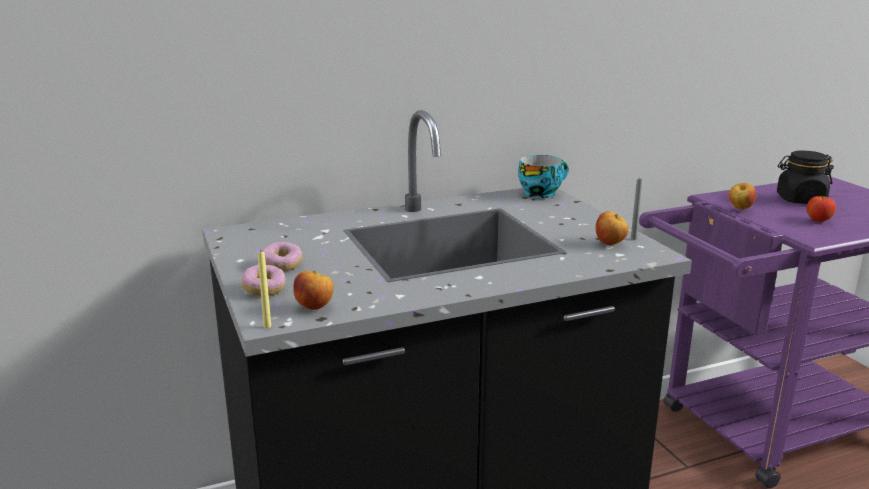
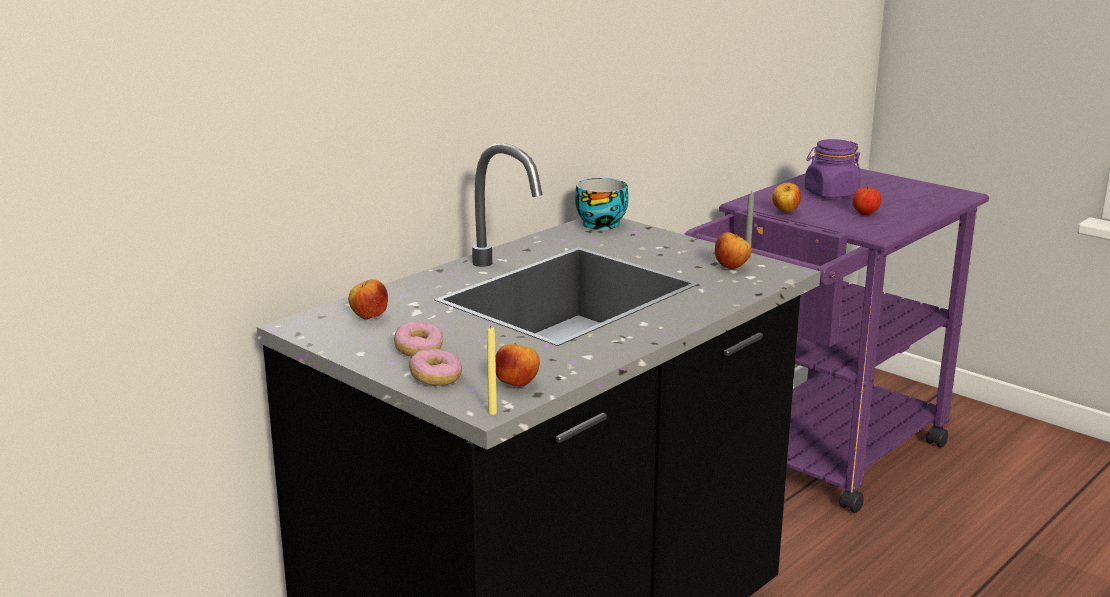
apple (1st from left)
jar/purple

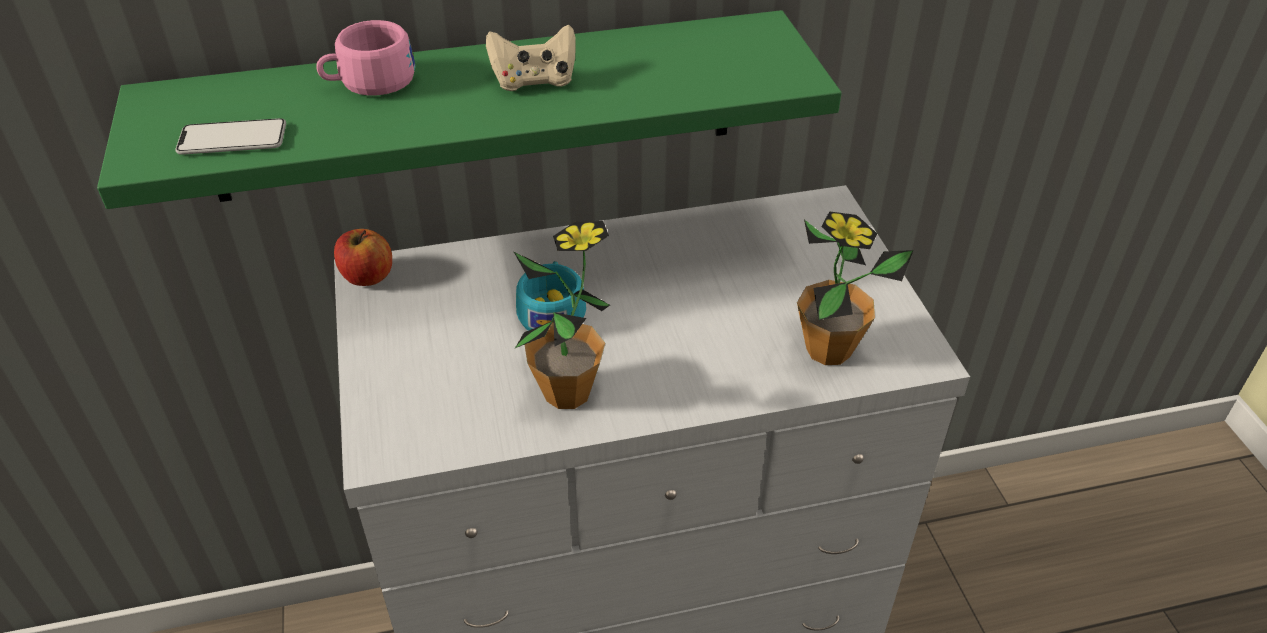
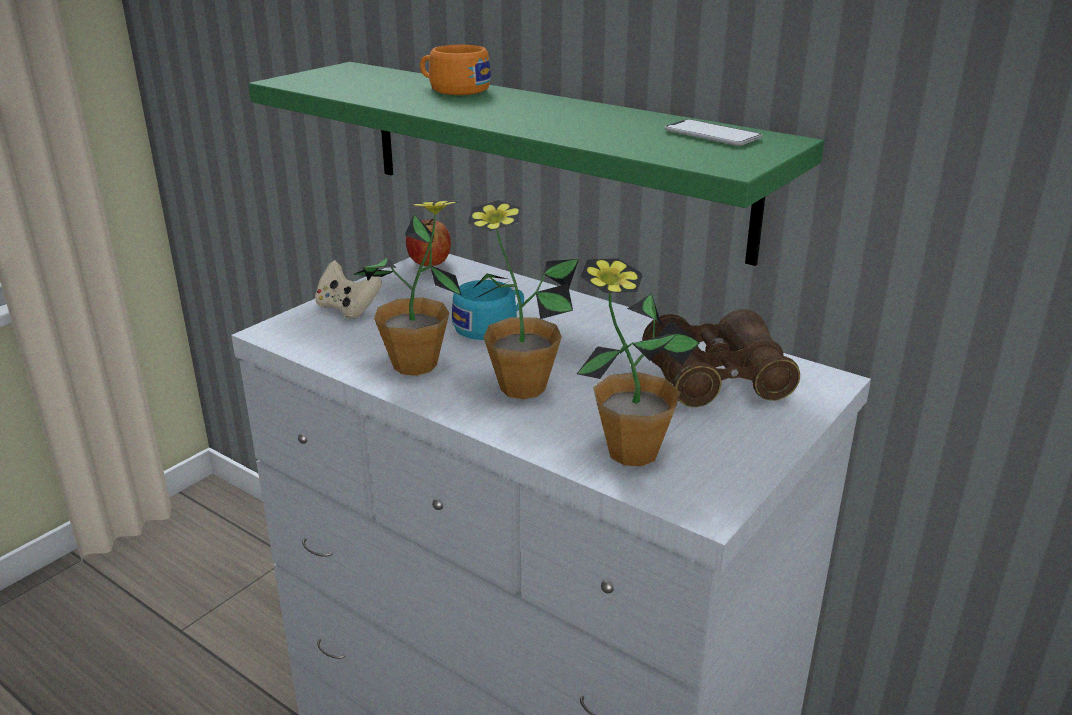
game controller/beige
cup/orange
potted plant (2nd from left)
binoculars/brown
phone

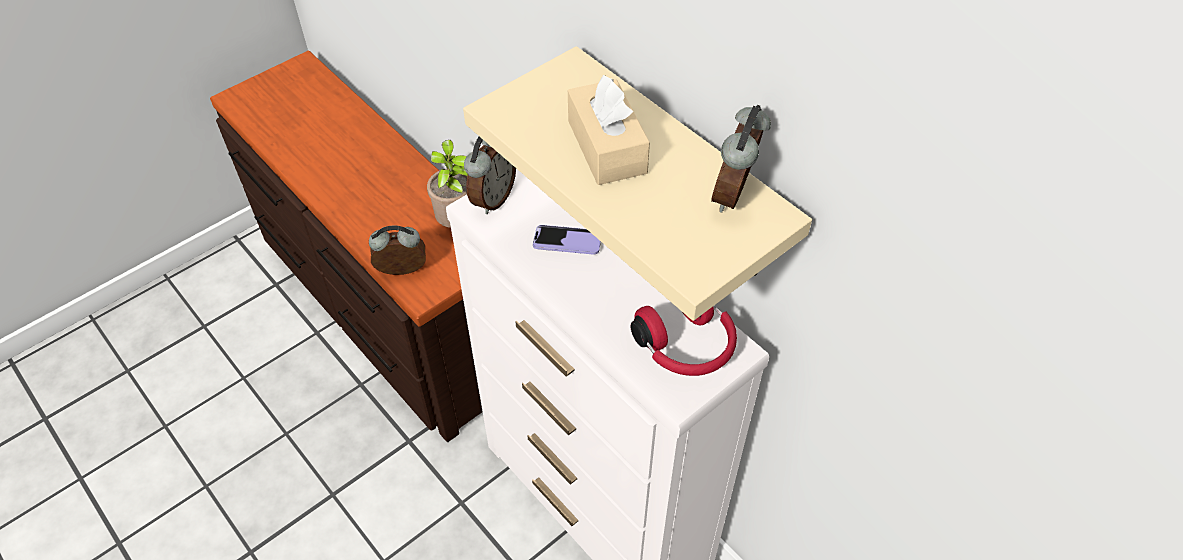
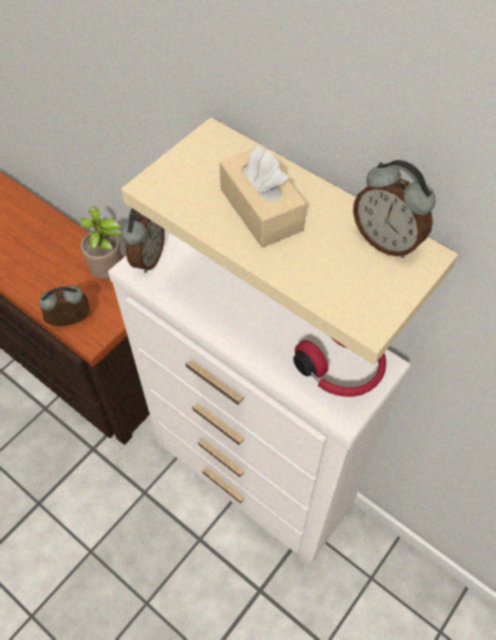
alarm clock (3rd from left)
phone

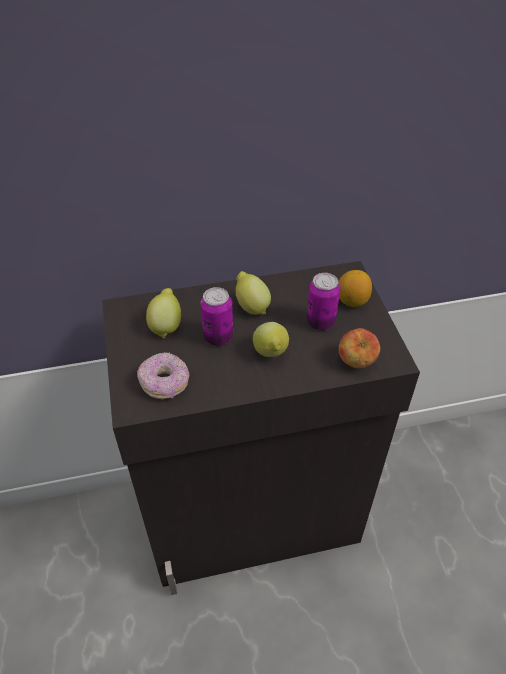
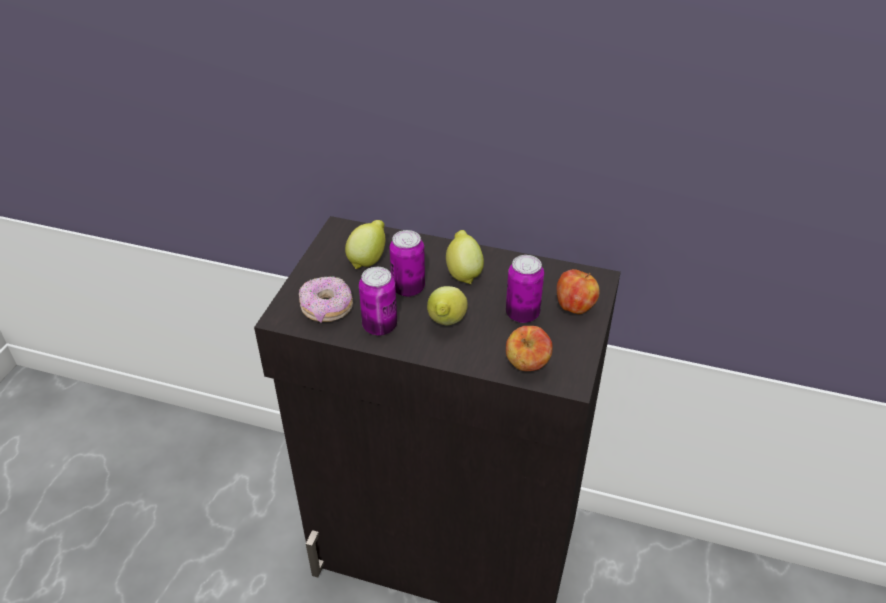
can (1st from left)
apple (2nd from left)

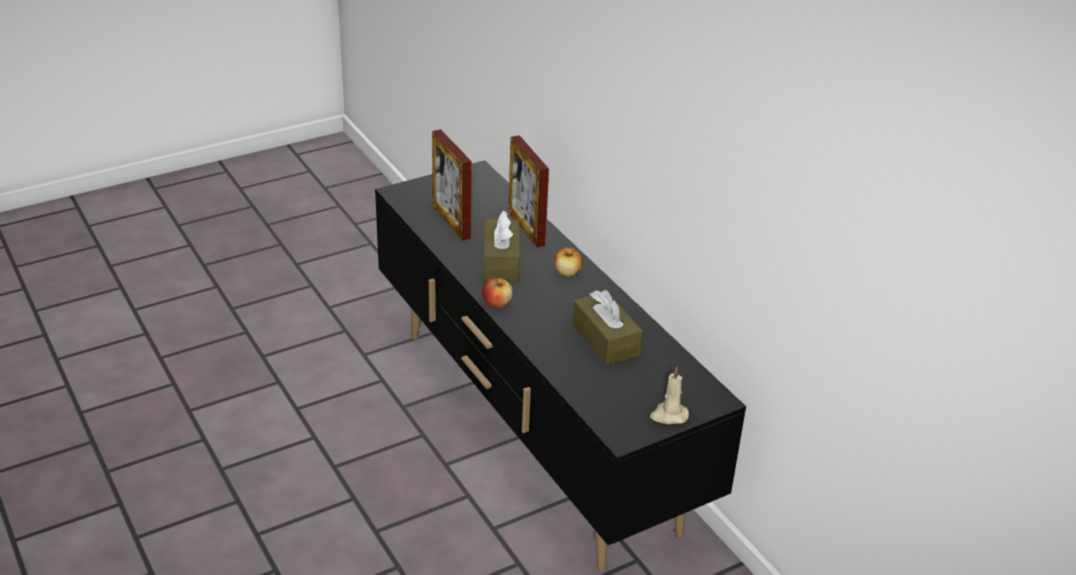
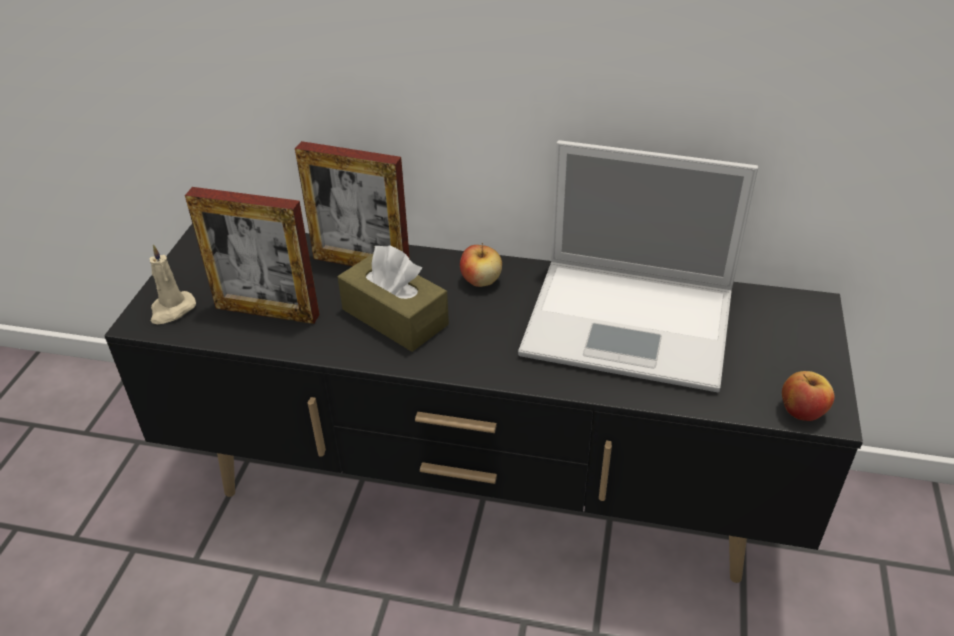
candle/beige
laptop
apple (2nd from left)

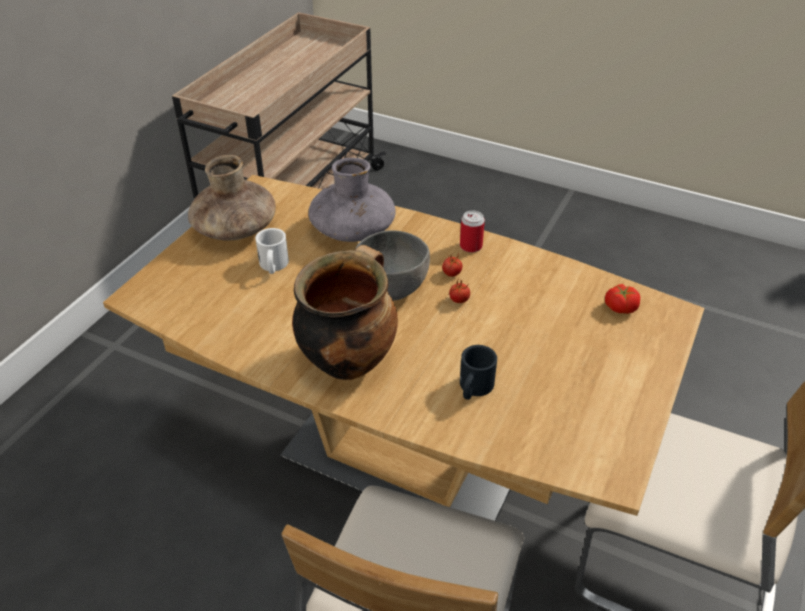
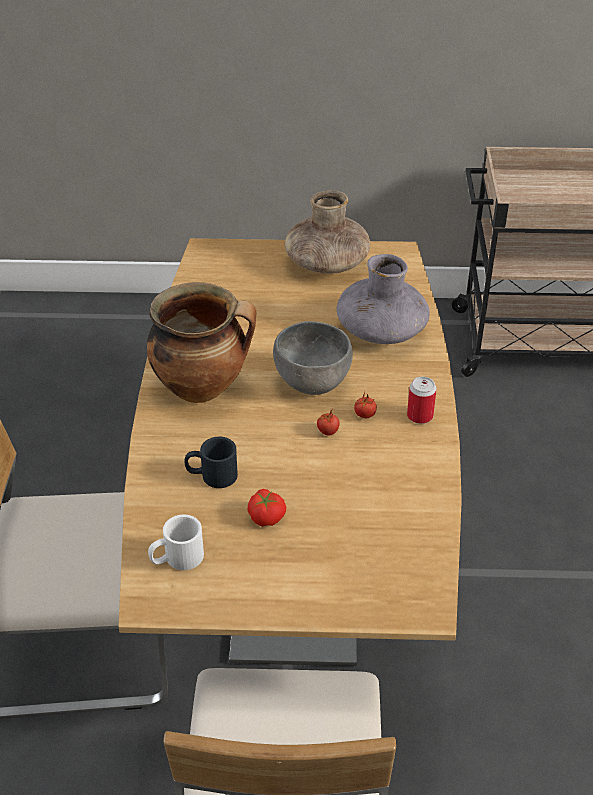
mug/white
tomato (1st from left)

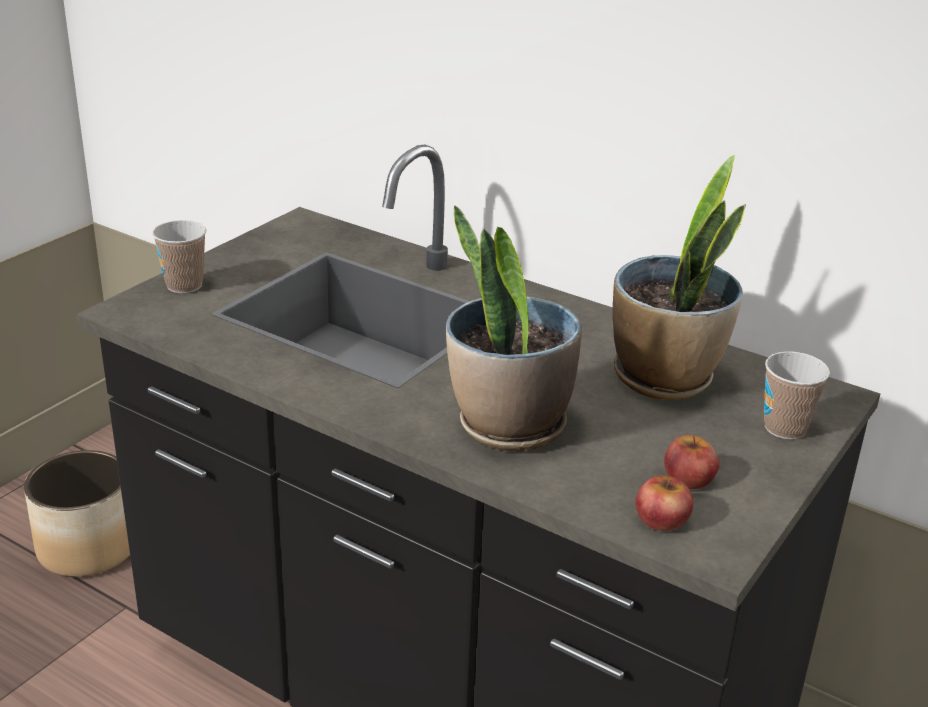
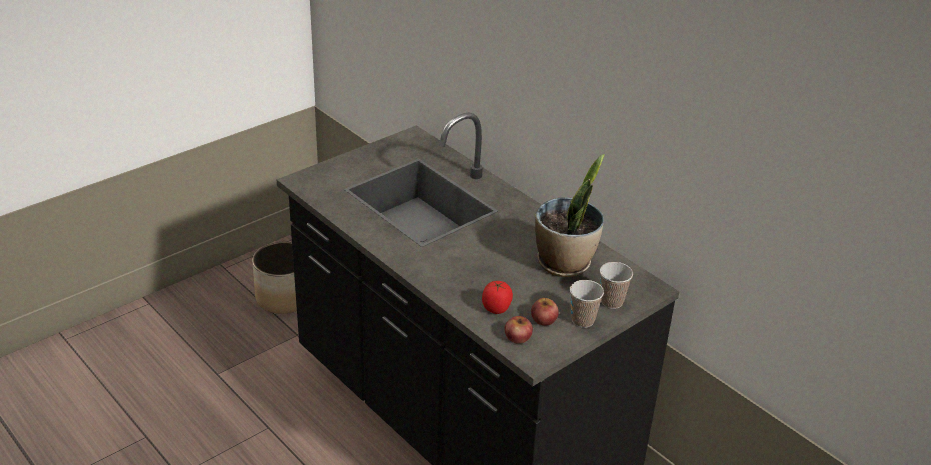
tomato
cup (1st from left)
potted plant (1st from left in the first image)

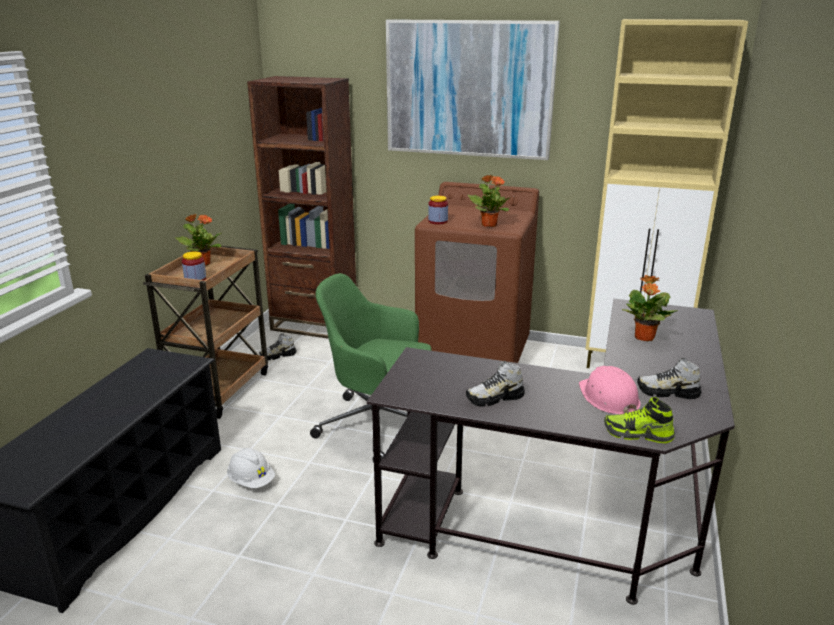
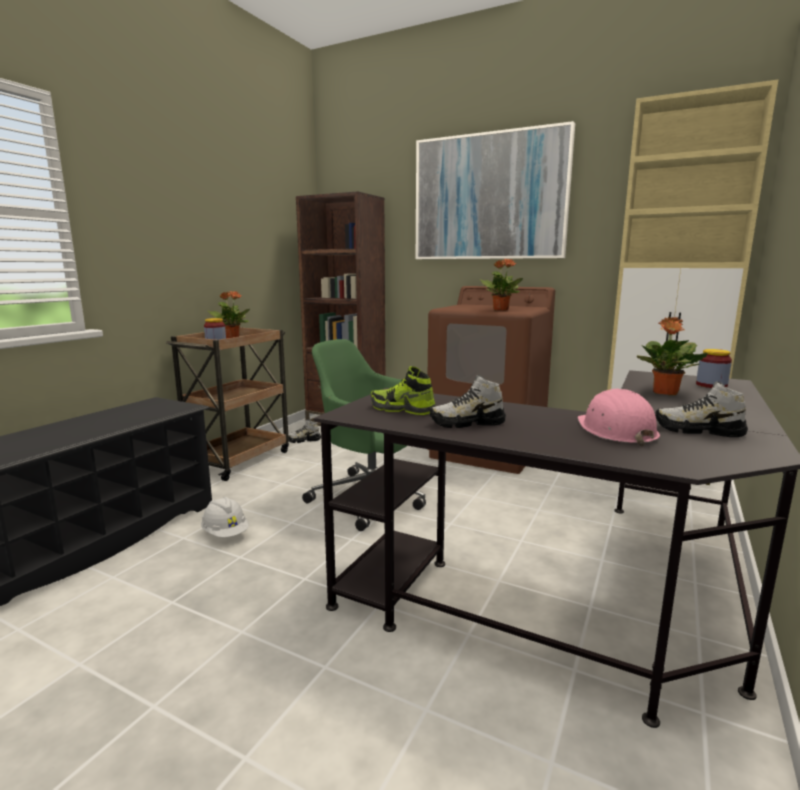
shoe (2nd from left)
jar (2nd from left)

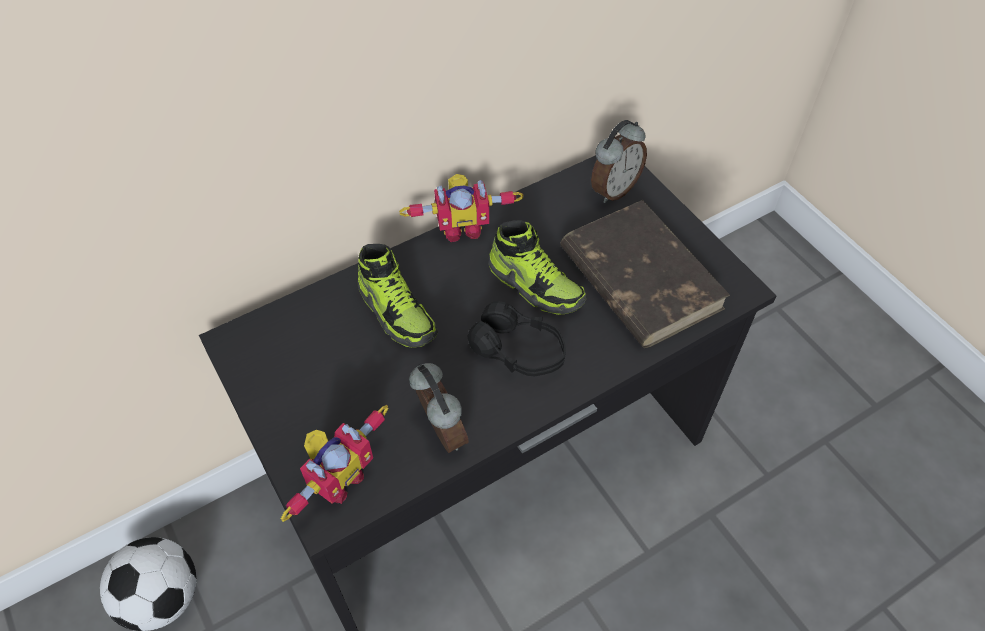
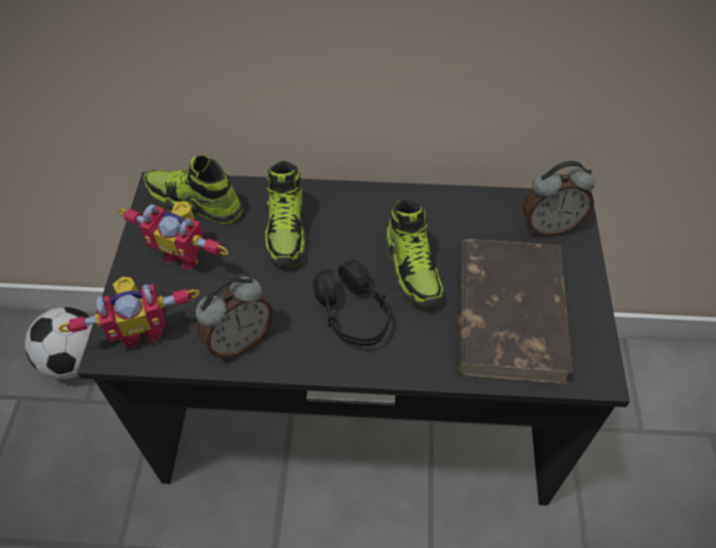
toy robot (2nd from left)
shoe (1st from left)
alarm clock (1st from left)

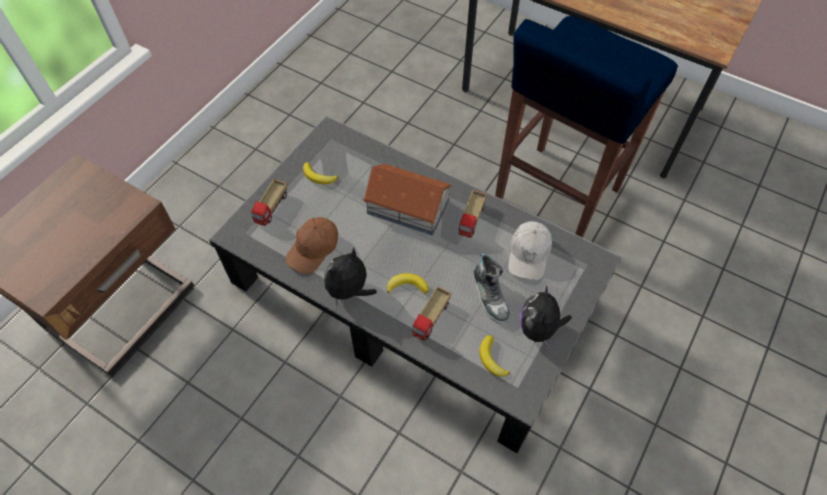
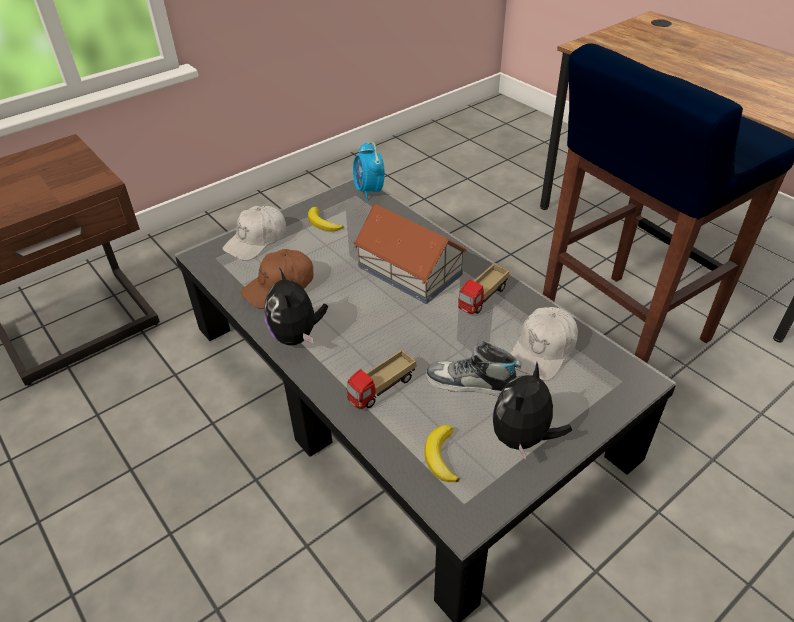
cap/white (1st from left)
plush toy (1st from left)
alarm clock
shoe
banana (2nd from left in the first image)

